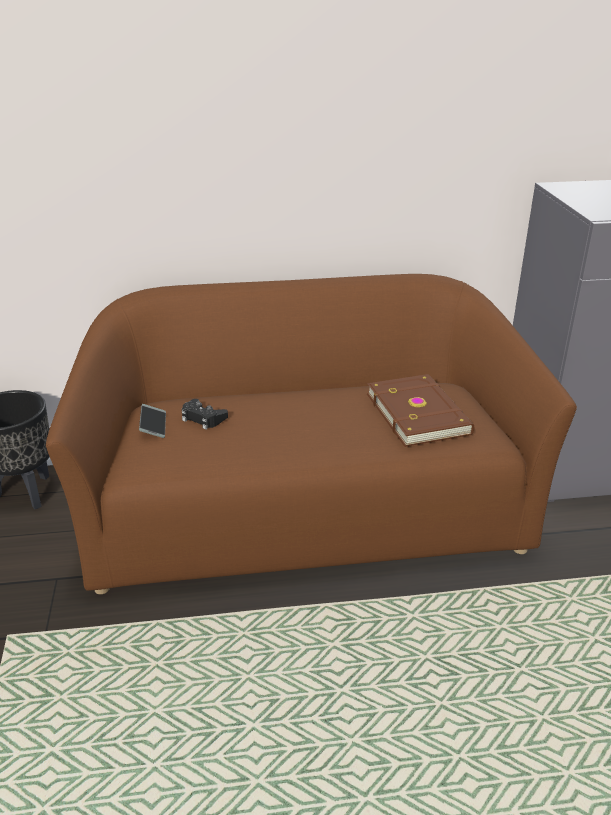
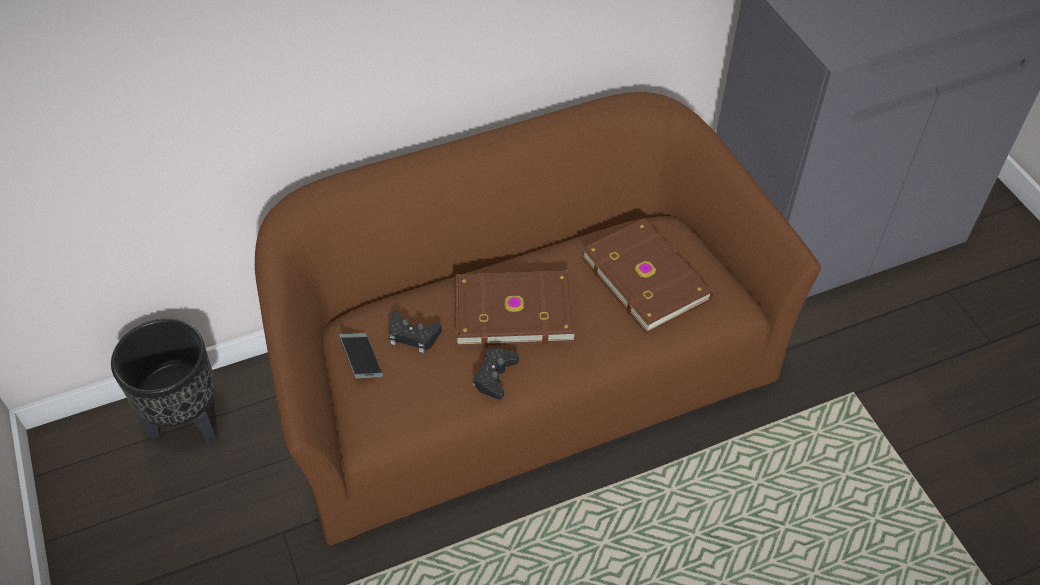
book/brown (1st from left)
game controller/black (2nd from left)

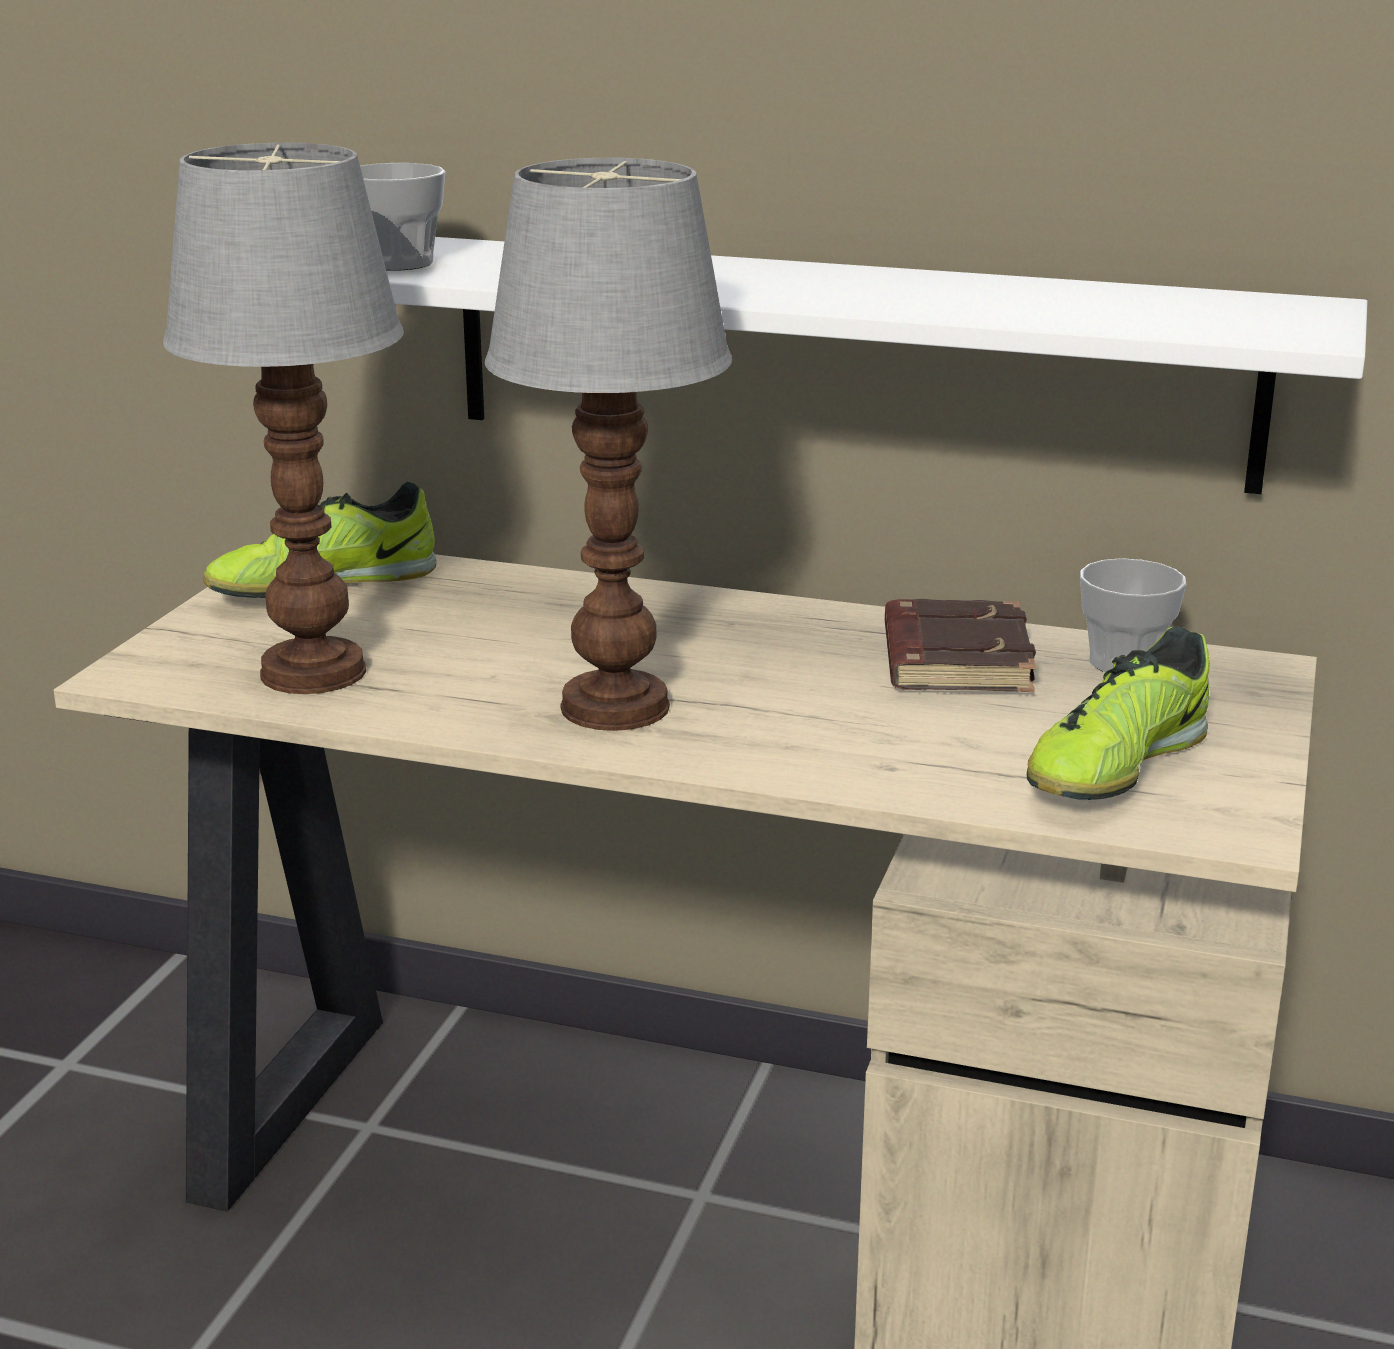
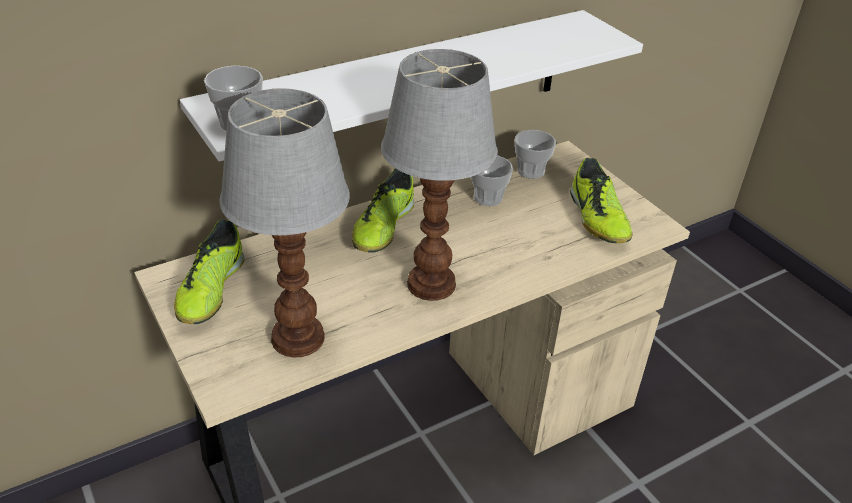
shoe (2nd from left)
cup (2nd from left)

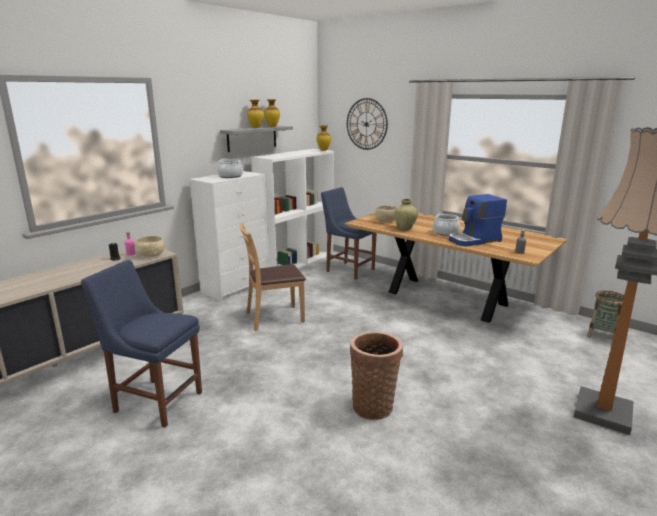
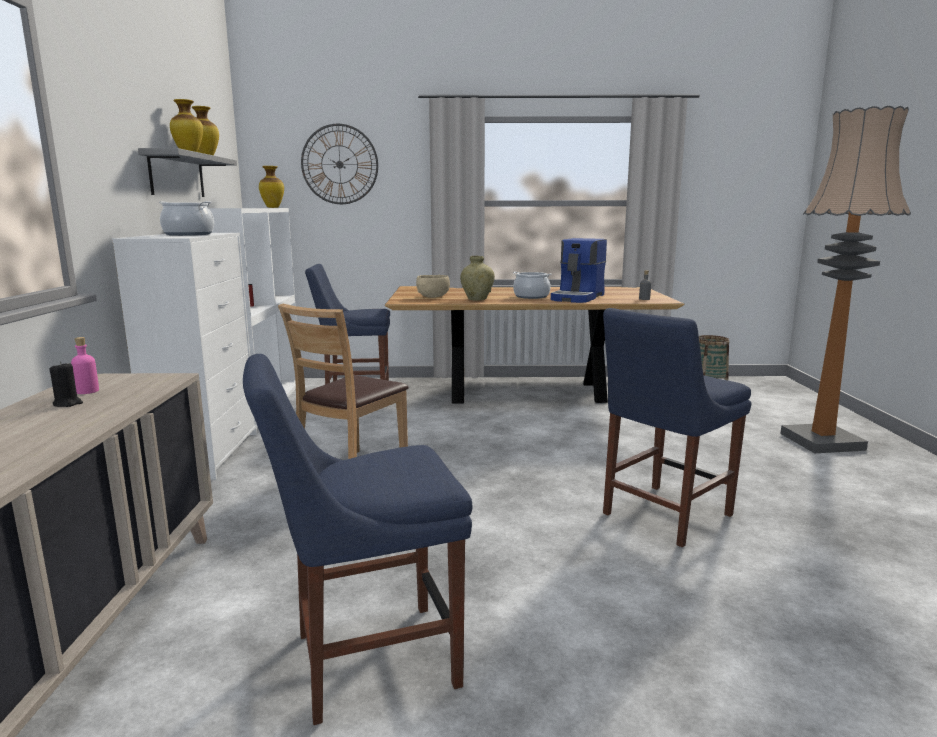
chair/blue (3rd from left)
bowl/beige (1st from left in the first image)

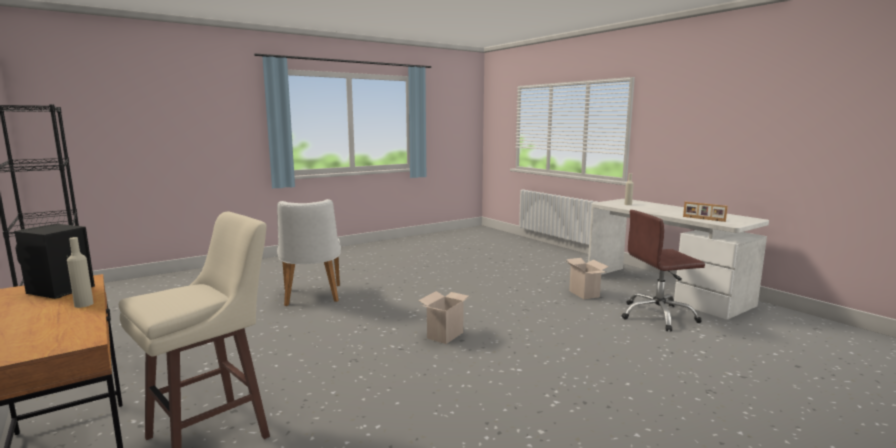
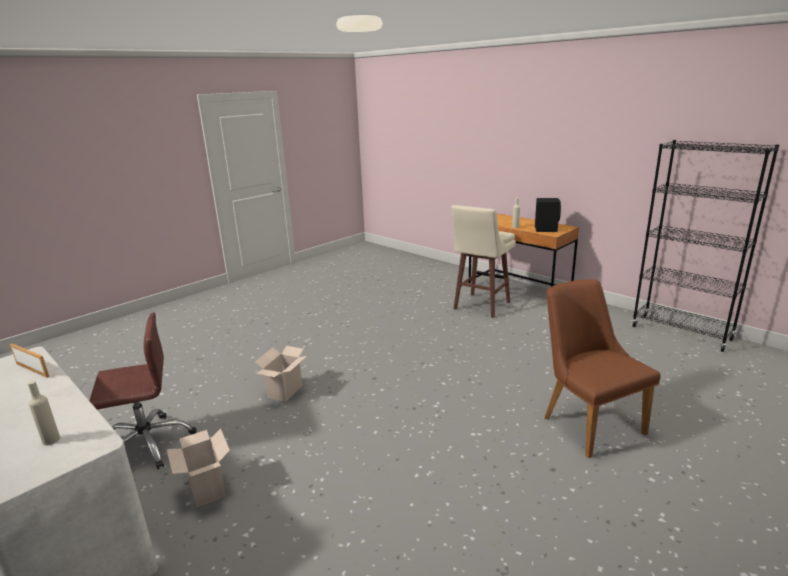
cardboard box (2nd from left)
chair/brown

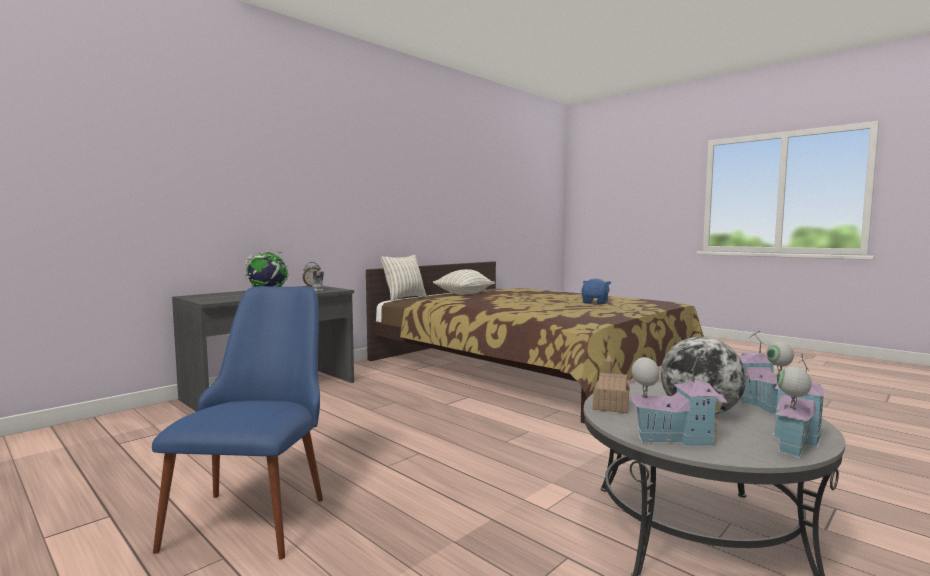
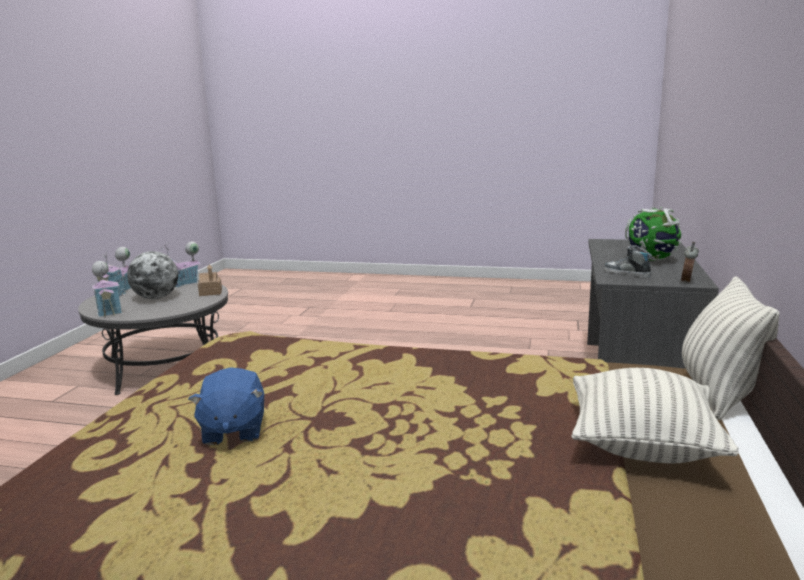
chair/blue

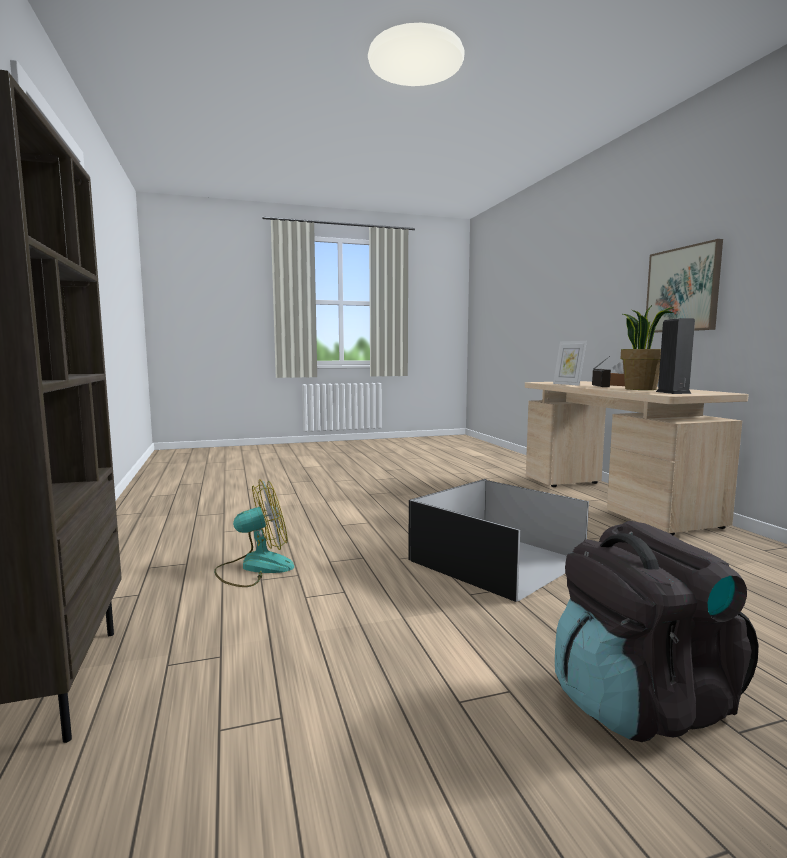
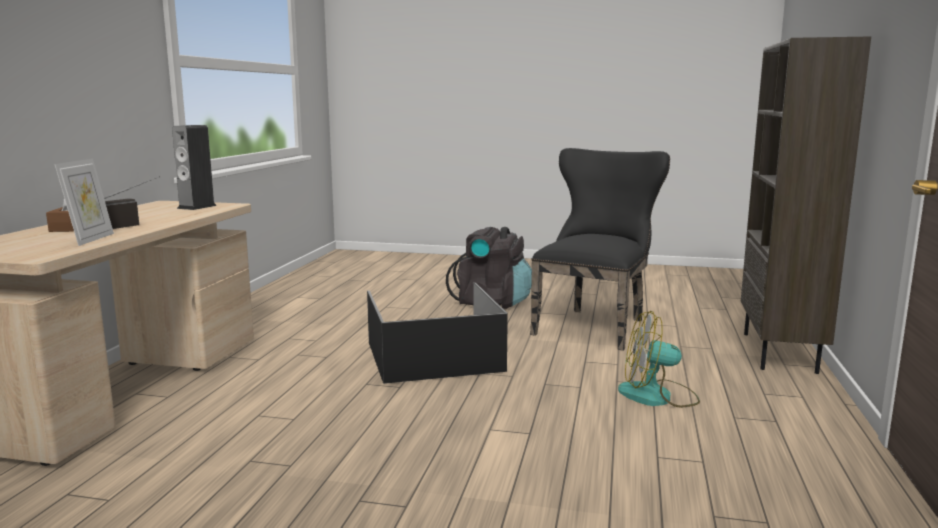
chair/black
potted plant
picture

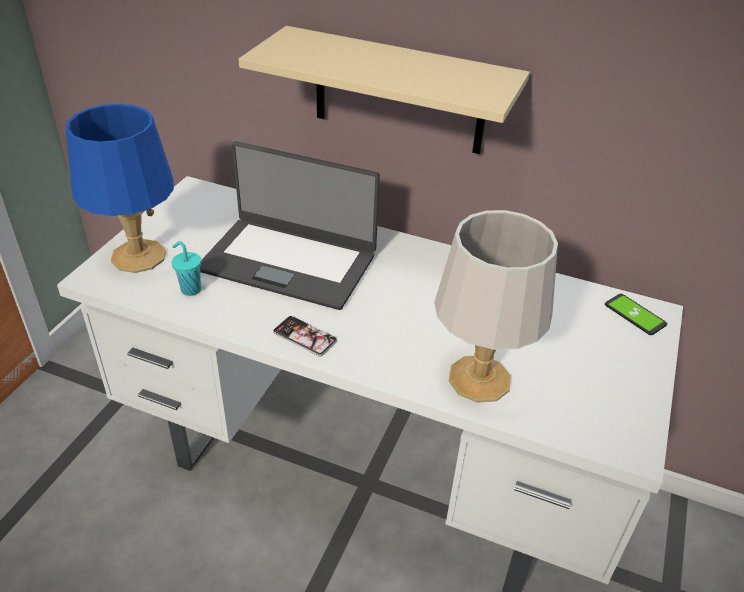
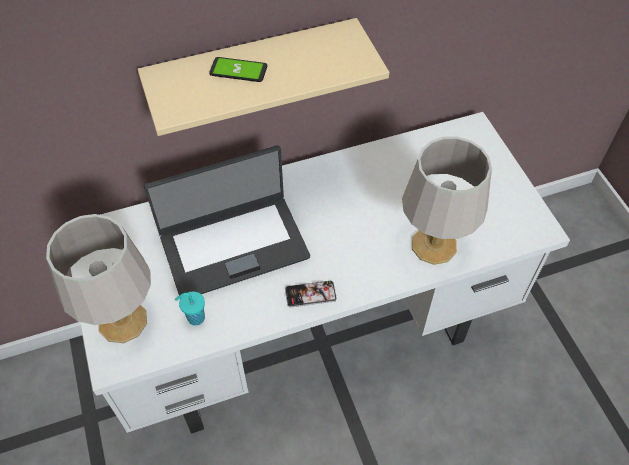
table lamp/grey (1st from left)
phone (1st from left)

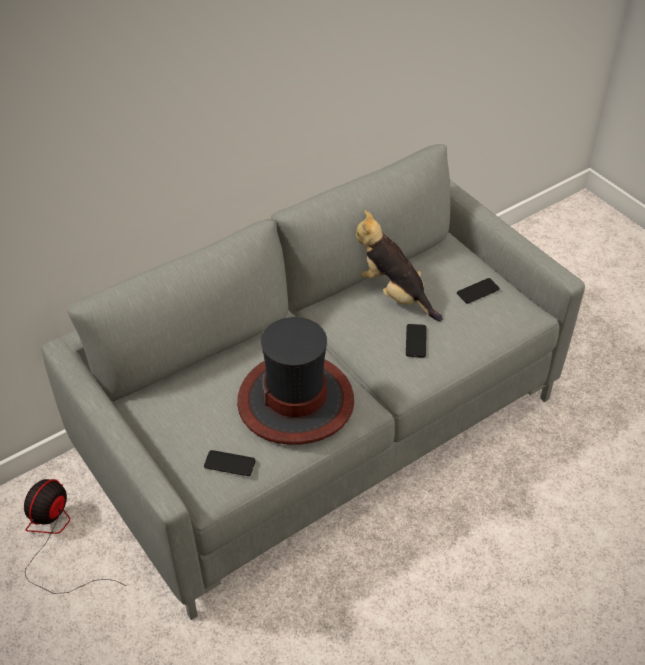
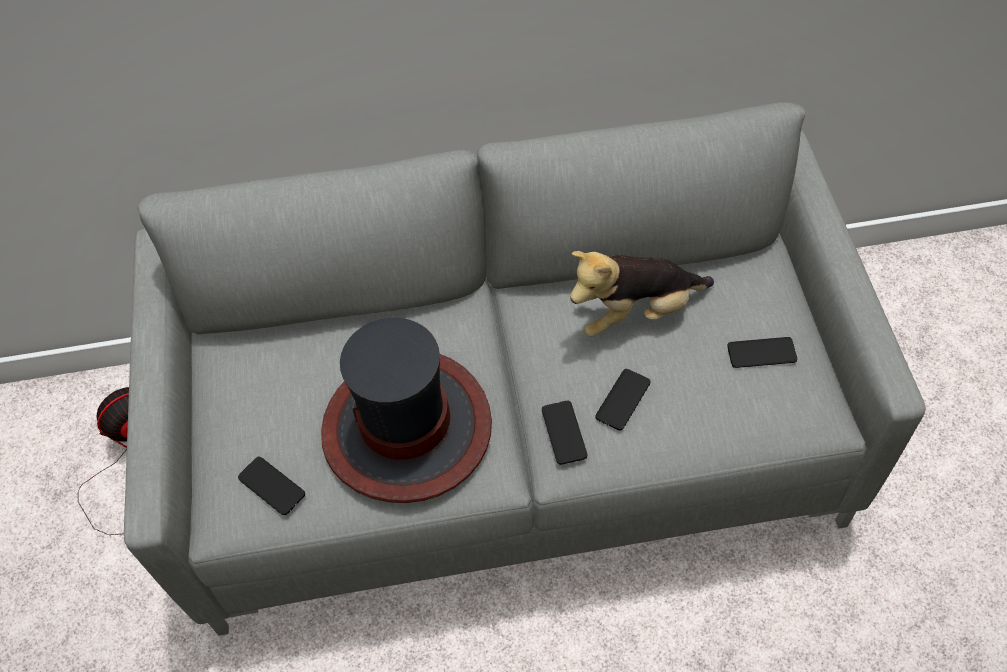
phone (2nd from left)
plush toy

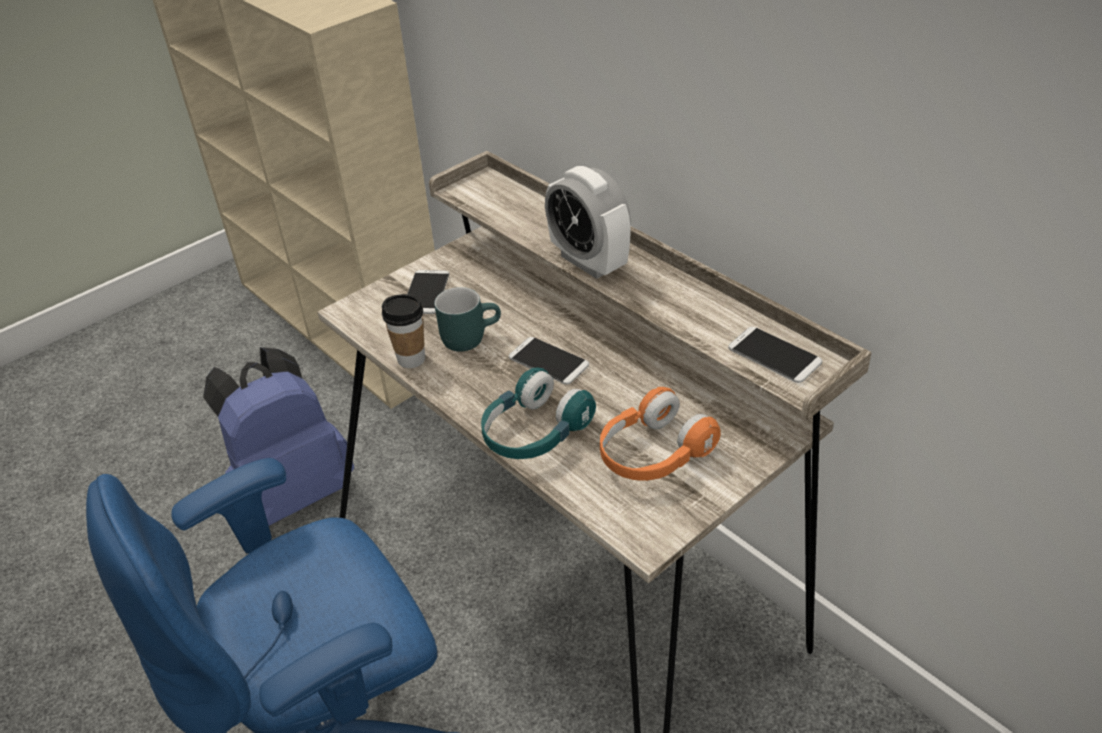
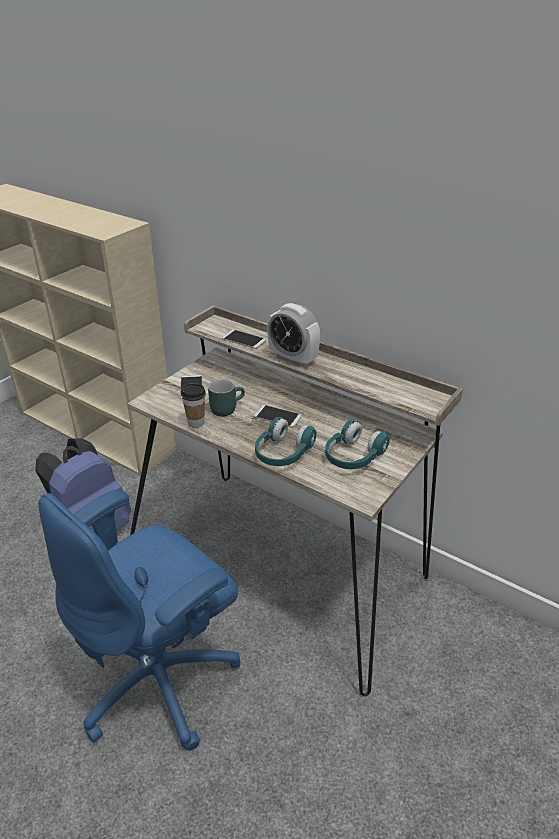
phone (2nd from left)
headphones/turquoise (2nd from left)

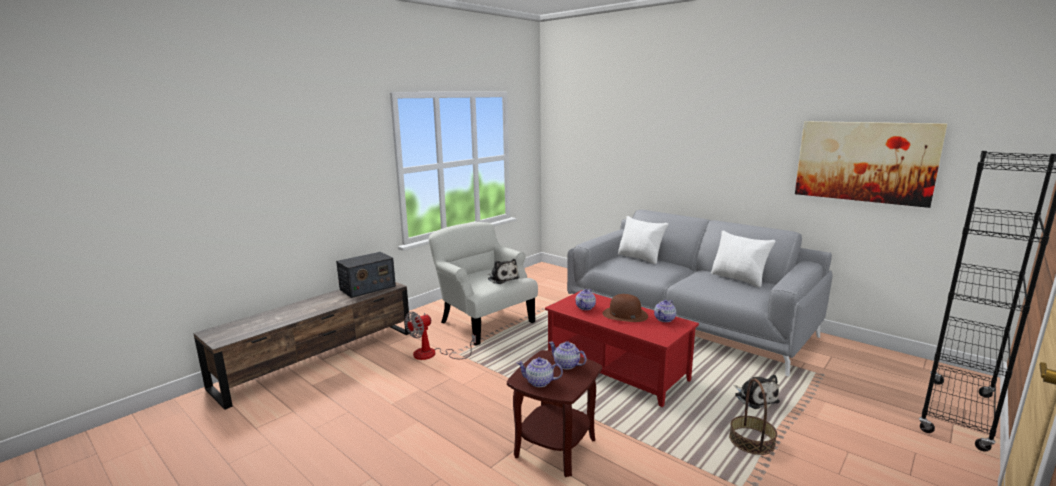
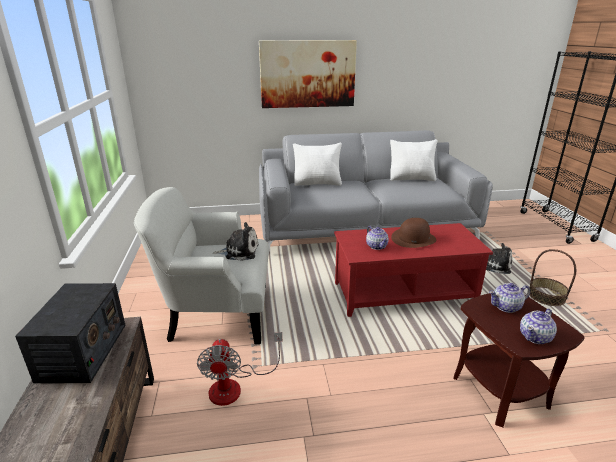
picture
teapot (4th from left in the first image)

